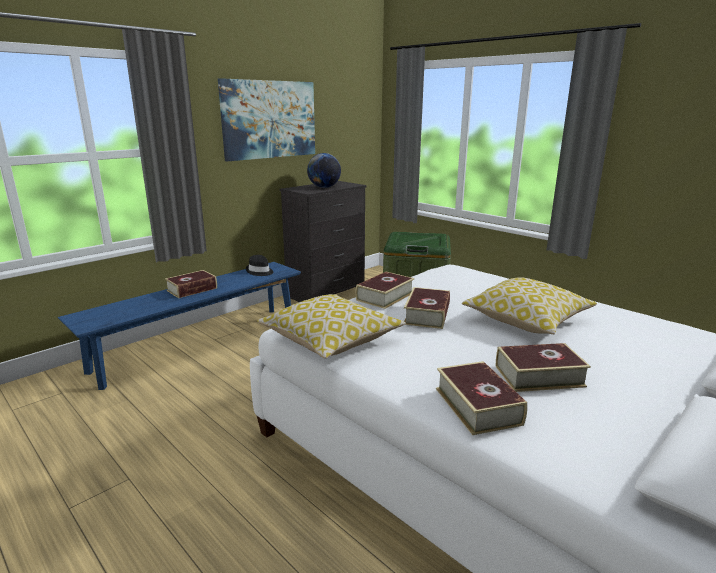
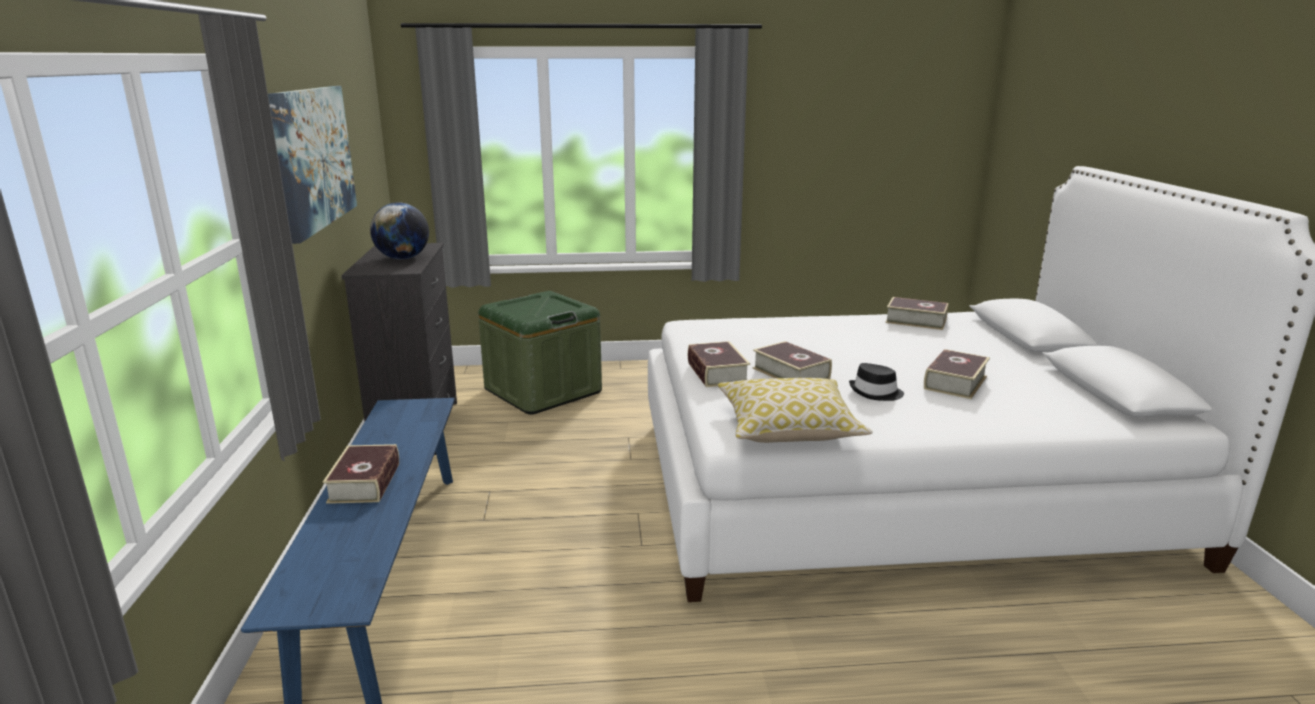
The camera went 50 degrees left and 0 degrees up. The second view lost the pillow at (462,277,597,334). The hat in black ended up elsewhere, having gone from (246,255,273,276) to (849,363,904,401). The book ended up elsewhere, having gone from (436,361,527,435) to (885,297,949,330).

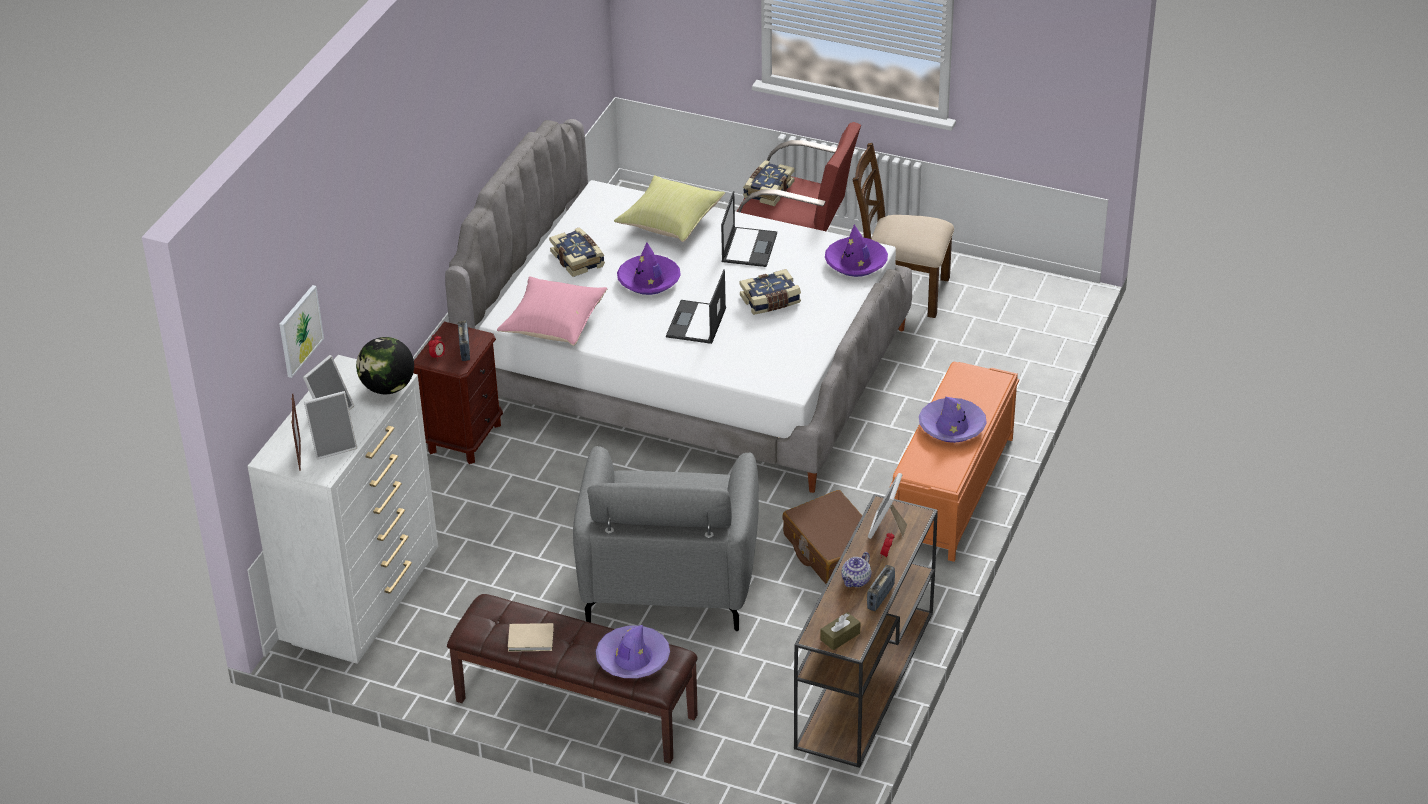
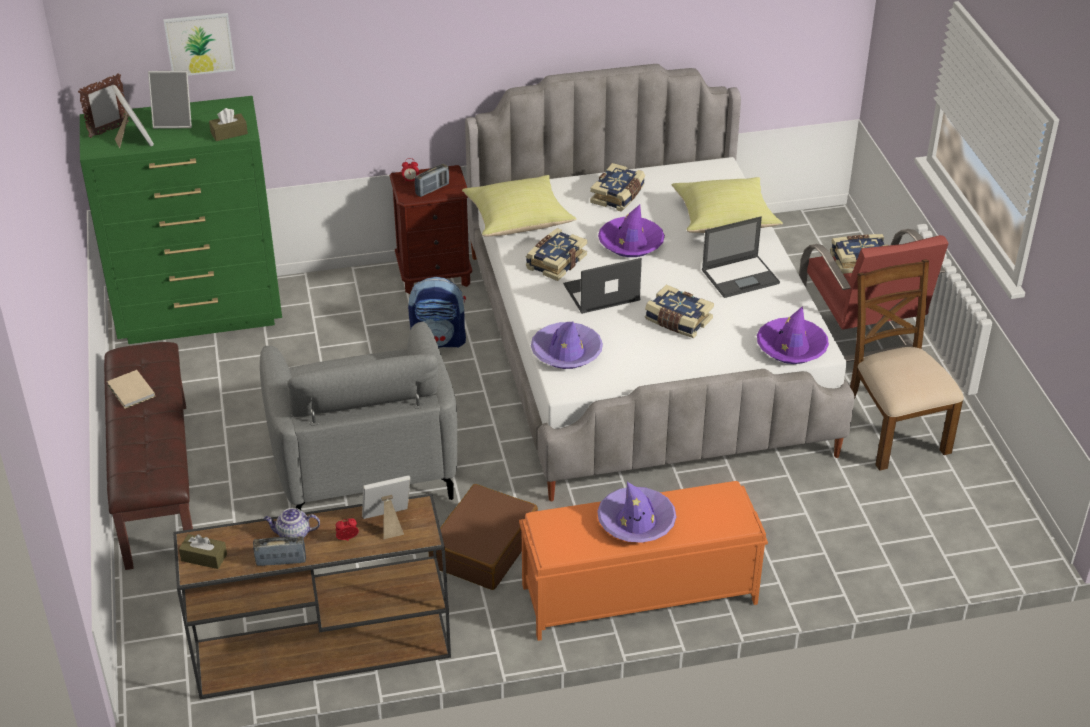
The camera went 55 degrees right and 0 degrees up. The second view gained the backpack at (408,277,466,348). The second view gained the book at (525,228,587,281). The hat in purple ended up elsewhere, having gone from (595,625,670,678) to (531,322,603,369). Where the globe stood at (356,337,414,394), the tissue box in brown came to stand at (209,108,248,141). What was the dresser in white at (248,355,438,664) turned into the dresser in green at (80,96,282,344). What was the pillow in pink at (497,276,607,346) turned into the pillow in yellow at (462,175,577,237). The picture frame at (304,391,357,460) ended up facing another way, 150 degrees counterclockwise from before. The armchair in grey at (573,446,759,631) ended up facing another way, 75 degrees counterclockwise from before.

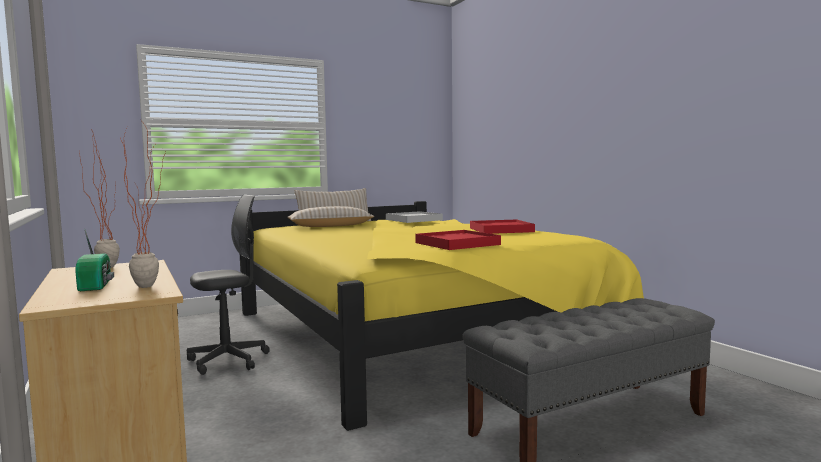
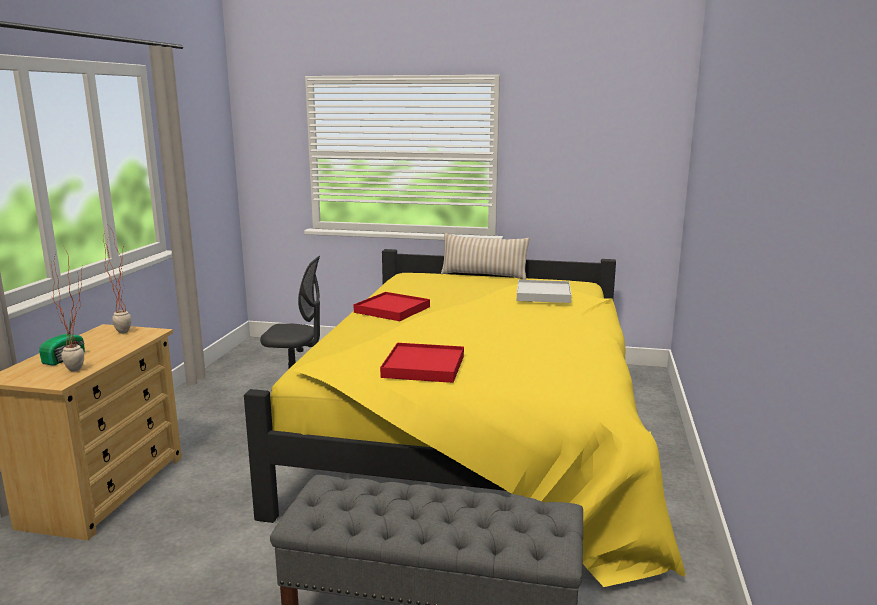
The camera went 40 degrees right and 10 degrees up. The second view lost the pillow in beige at (288,206,374,227). The tray in red ended up elsewhere, having gone from (470,219,535,234) to (353,292,430,321).

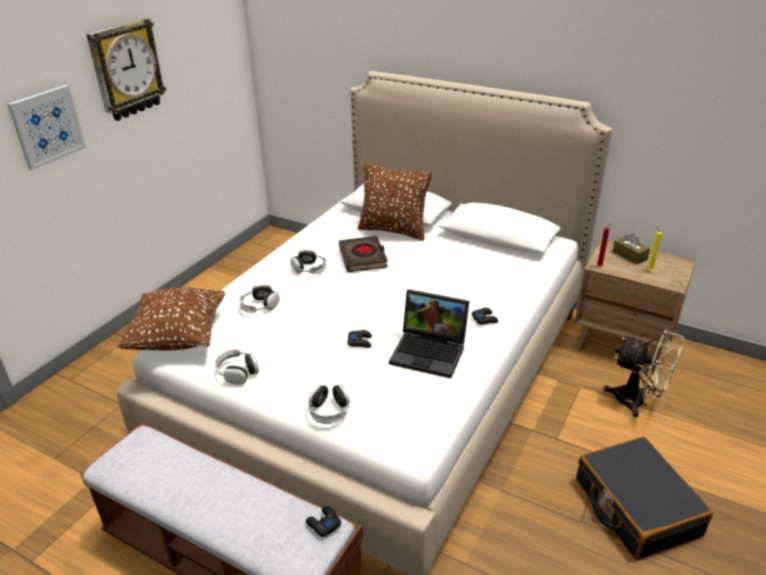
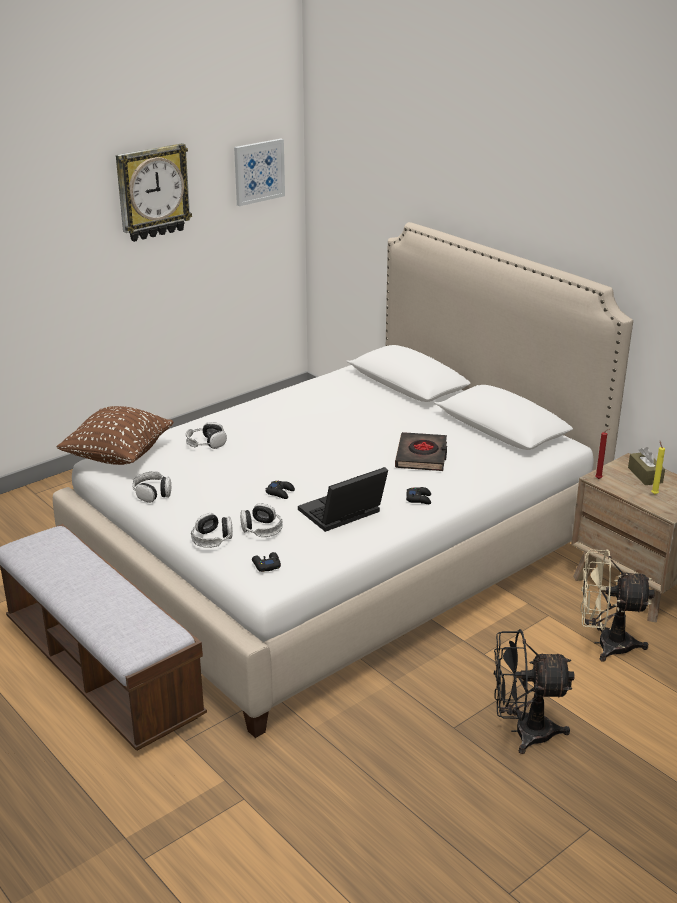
The camera went 20 degrees right and 5 degrees down. The second view lost the pillow in brown at (358,163,432,241). The picture ended up elsewhere, having gone from (7,85,86,170) to (234,139,285,206). The headphones ended up elsewhere, having gone from (290,249,326,274) to (240,503,282,537). The game controller in black ended up elsewhere, having gone from (306,506,341,537) to (252,552,281,572). The book in black ended up elsewhere, having gone from (339,236,388,272) to (395,432,447,471). Where the suitcase in black stood at (577,437,713,560), the fan in black came to stand at (494,629,575,754). The laptop at (389,289,469,378) ended up facing another way, 105 degrees clockwise from before. The fan in beige at (604,330,684,418) ended up facing another way, 135 degrees clockwise from before.

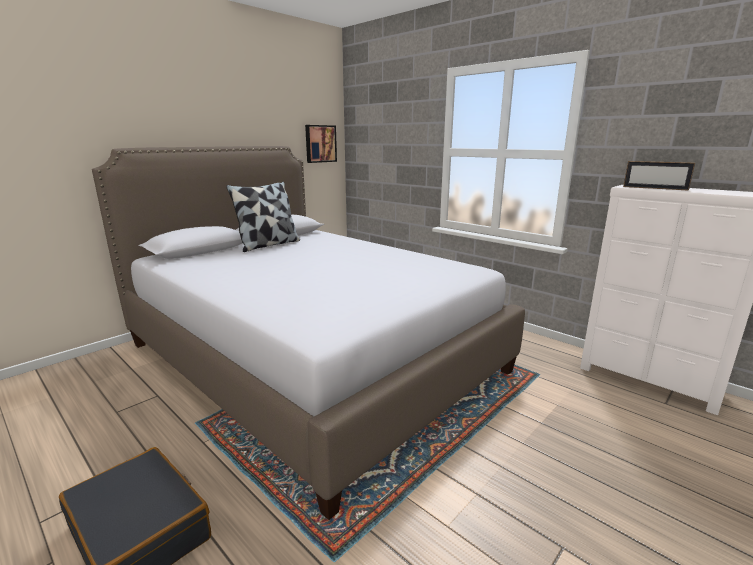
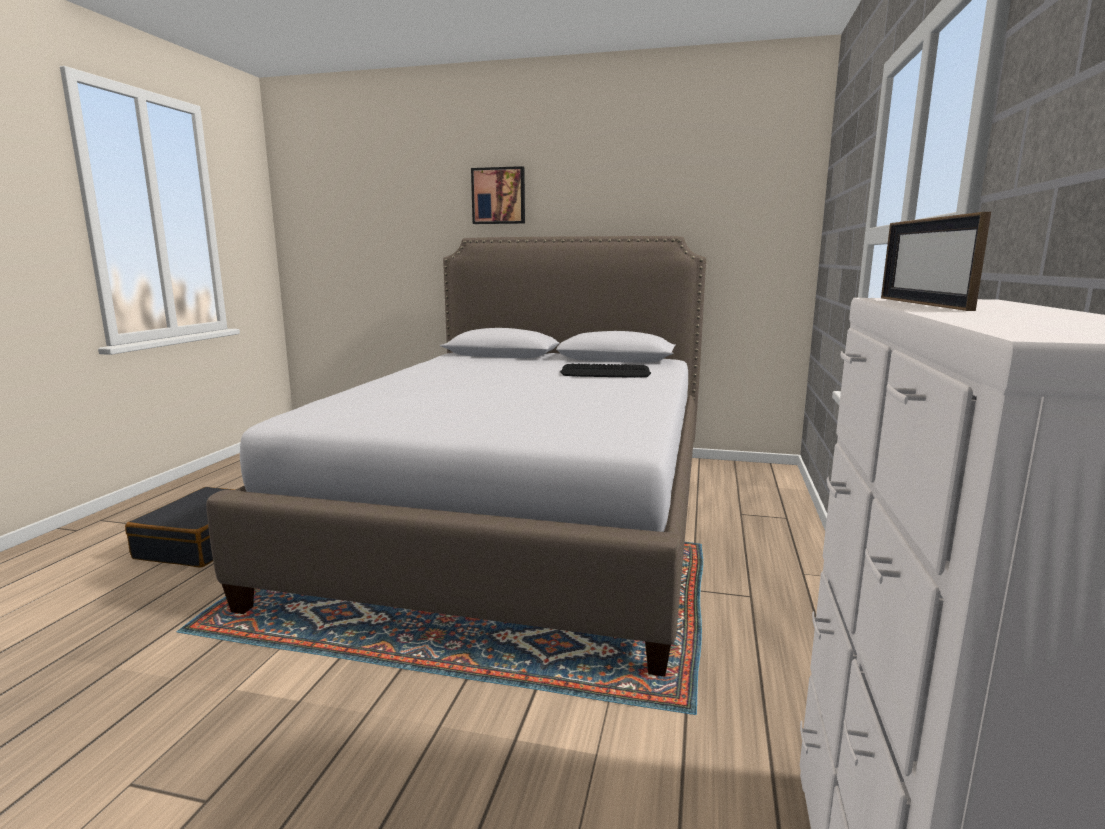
The camera went 60 degrees right and 5 degrees down. The second view lost the pillow at (226,181,300,252). The second view gained the keyboard at (560,364,651,378). The picture ended up elsewhere, having gone from (305,125,337,163) to (471,166,525,224).

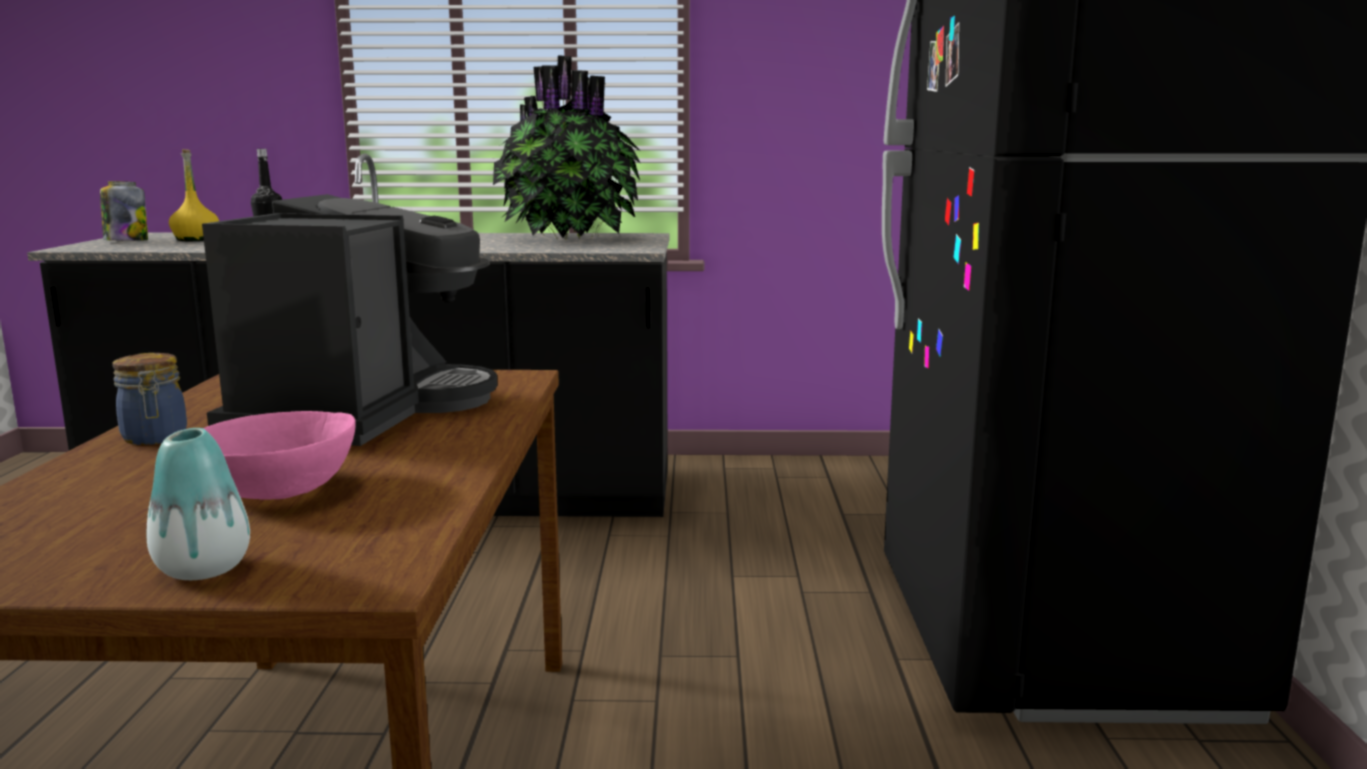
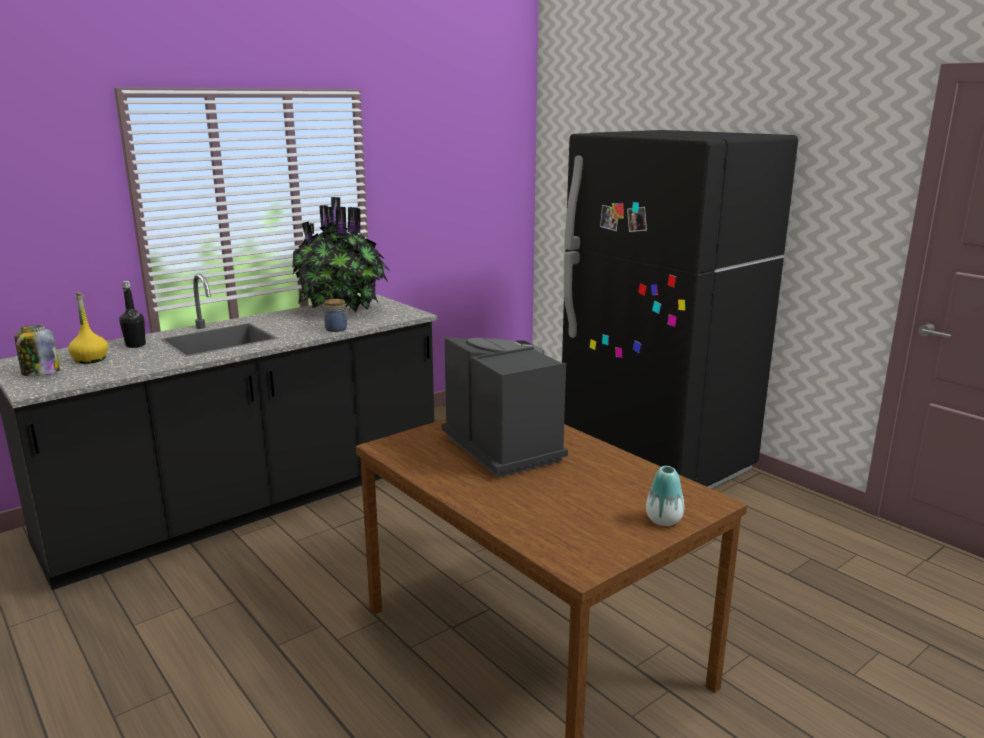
The camera went 40 degrees left and 5 degrees up. The second view lost the bowl in pink at (203,411,356,500). The jar ended up elsewhere, having gone from (112,353,187,445) to (324,299,348,332).

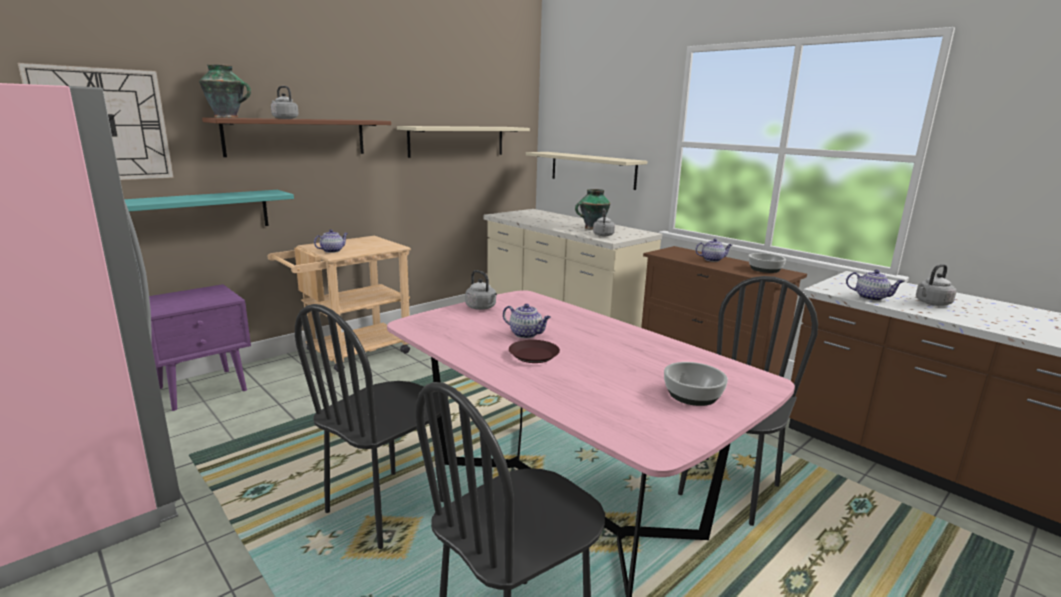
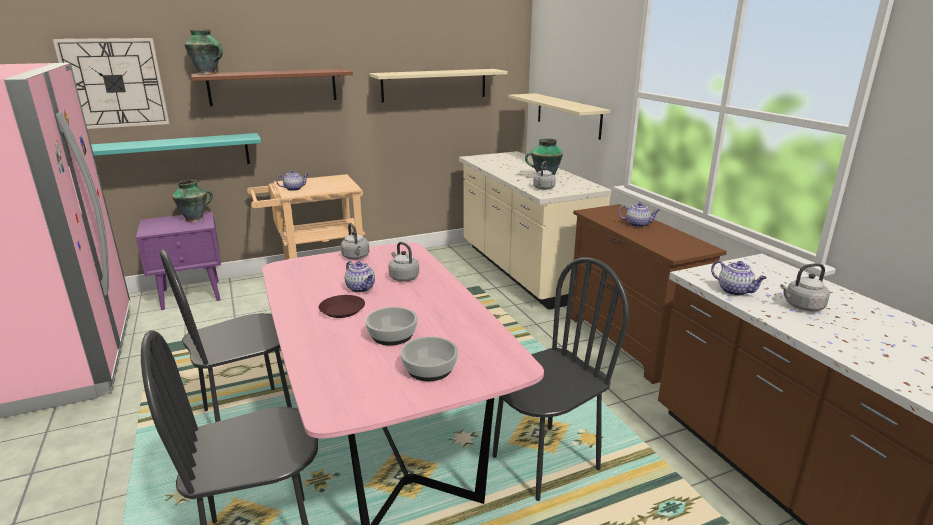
The camera went 20 degrees right and 5 degrees up. The second view gained the vase at (172,180,213,222). The kettle in grey ended up elsewhere, having gone from (271,86,299,119) to (389,242,419,282). The bowl ended up elsewhere, having gone from (748,253,786,273) to (365,307,418,346).

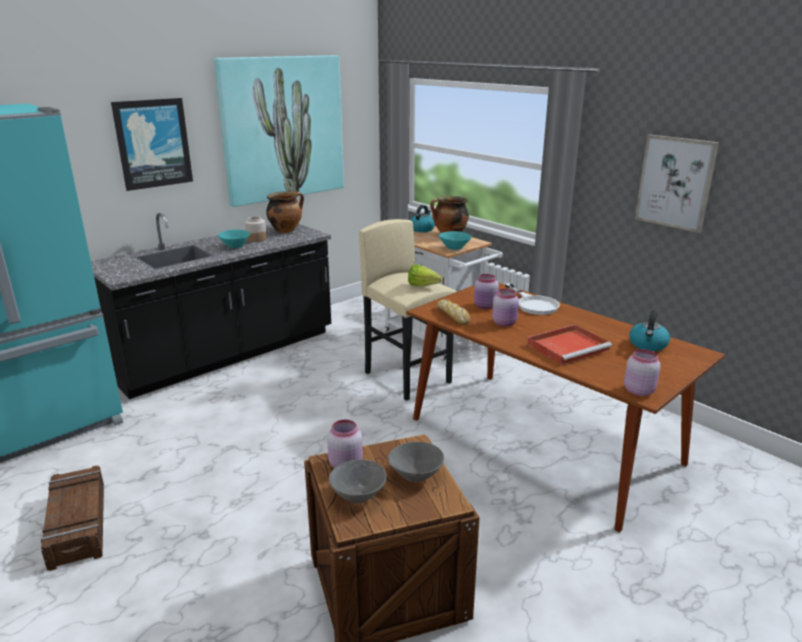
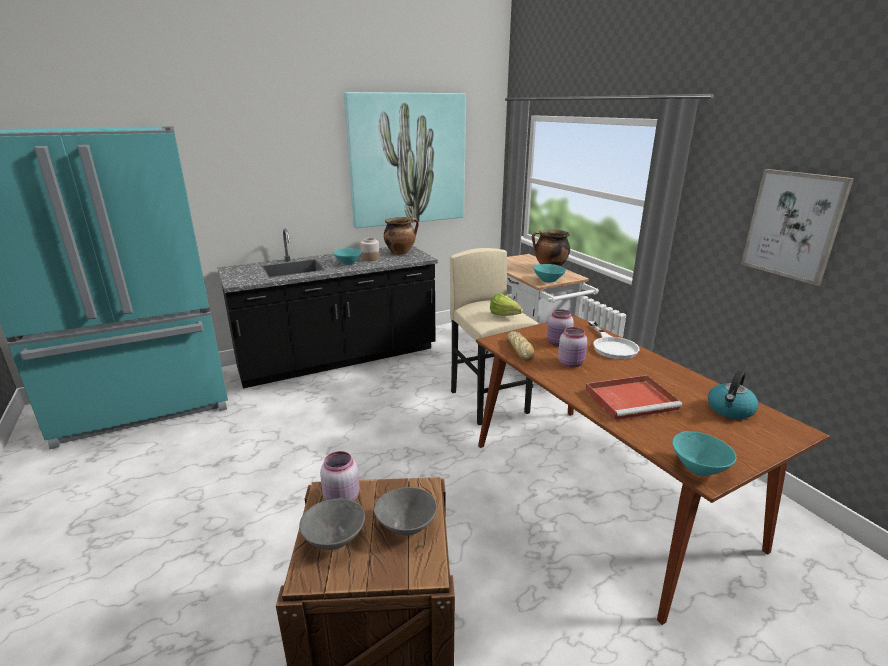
The camera went 15 degrees right and 0 degrees up. The second view lost the crate at (41,465,104,571). The second view lost the picture at (111,98,193,191). The second view lost the kettle at (410,205,435,232). Where the jar in pink stood at (624,349,661,396), the bowl in turquoise came to stand at (672,431,736,476).

